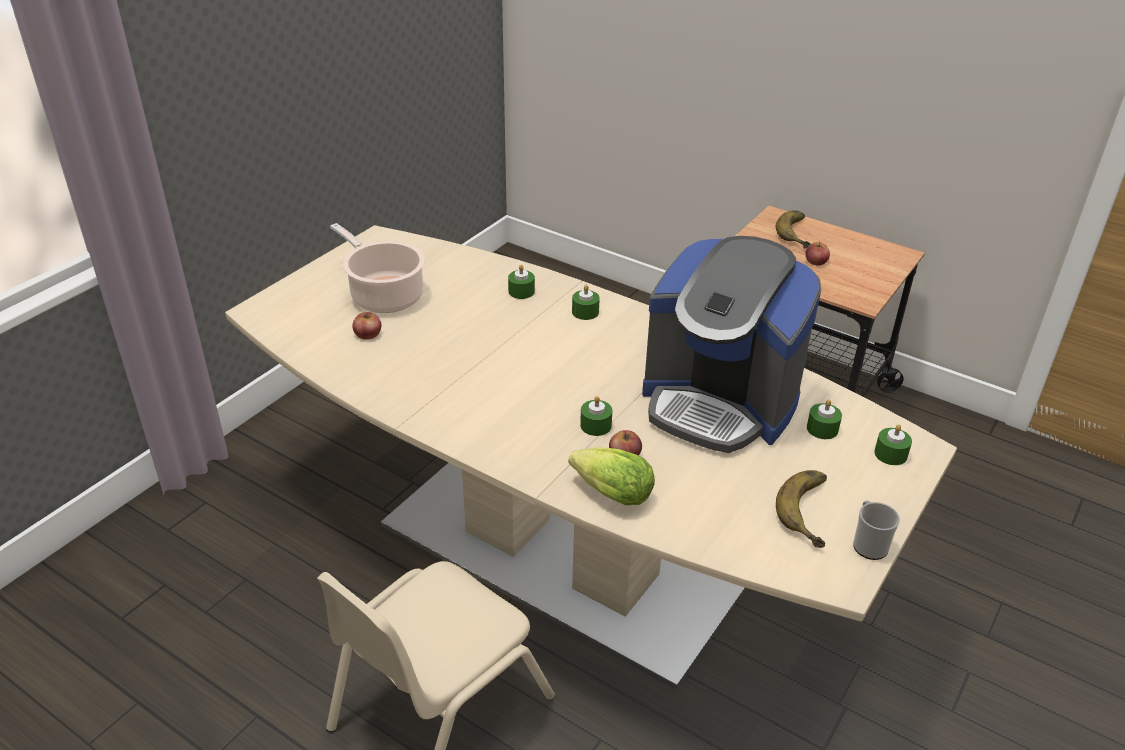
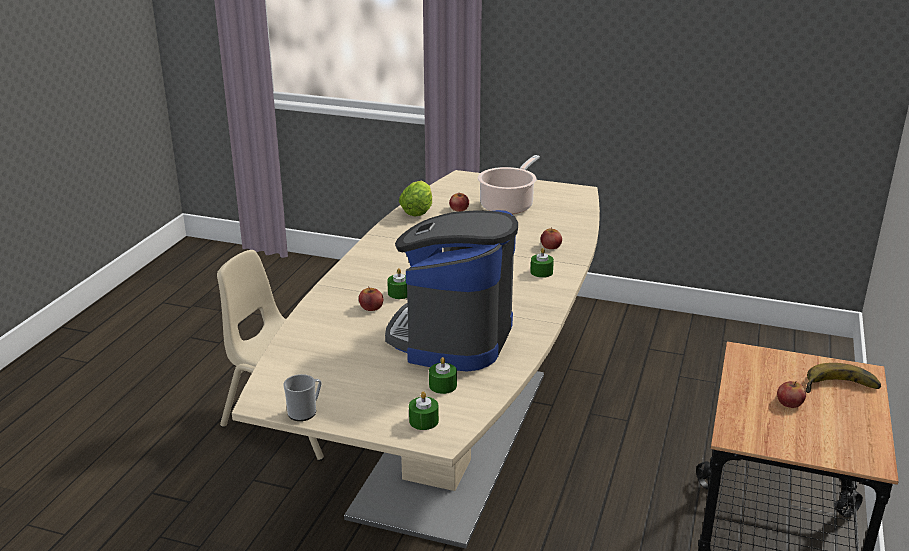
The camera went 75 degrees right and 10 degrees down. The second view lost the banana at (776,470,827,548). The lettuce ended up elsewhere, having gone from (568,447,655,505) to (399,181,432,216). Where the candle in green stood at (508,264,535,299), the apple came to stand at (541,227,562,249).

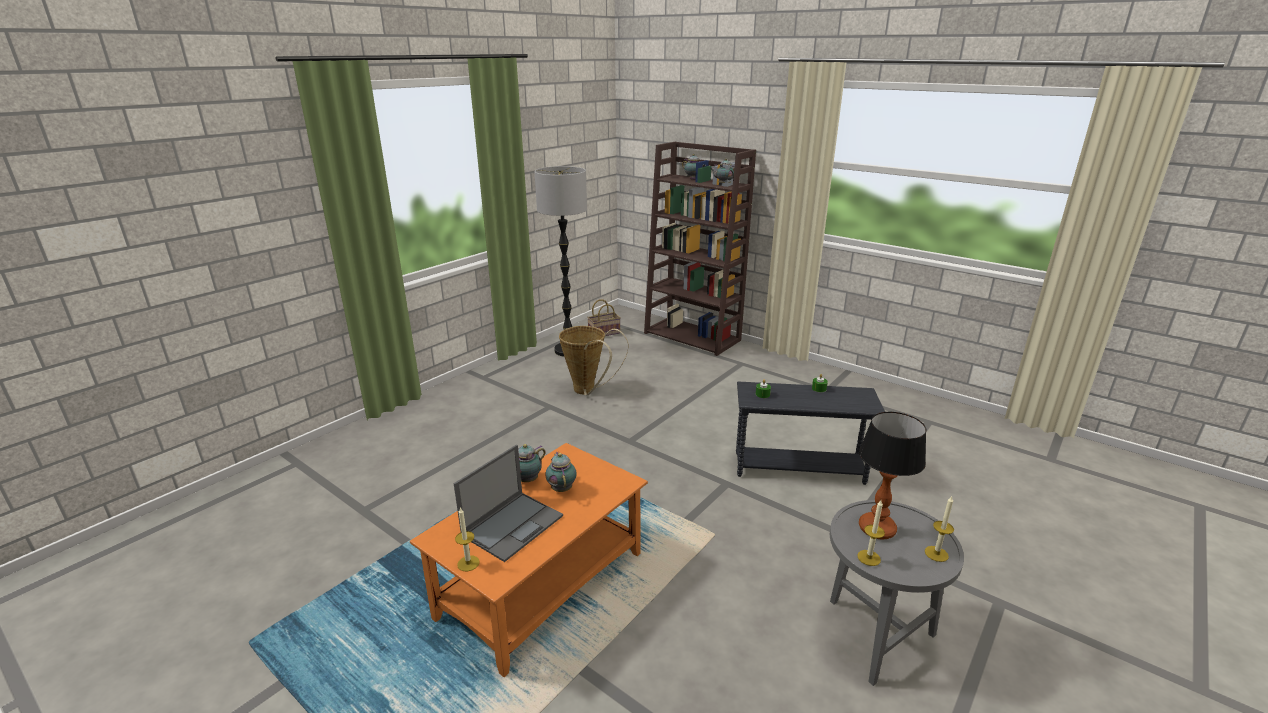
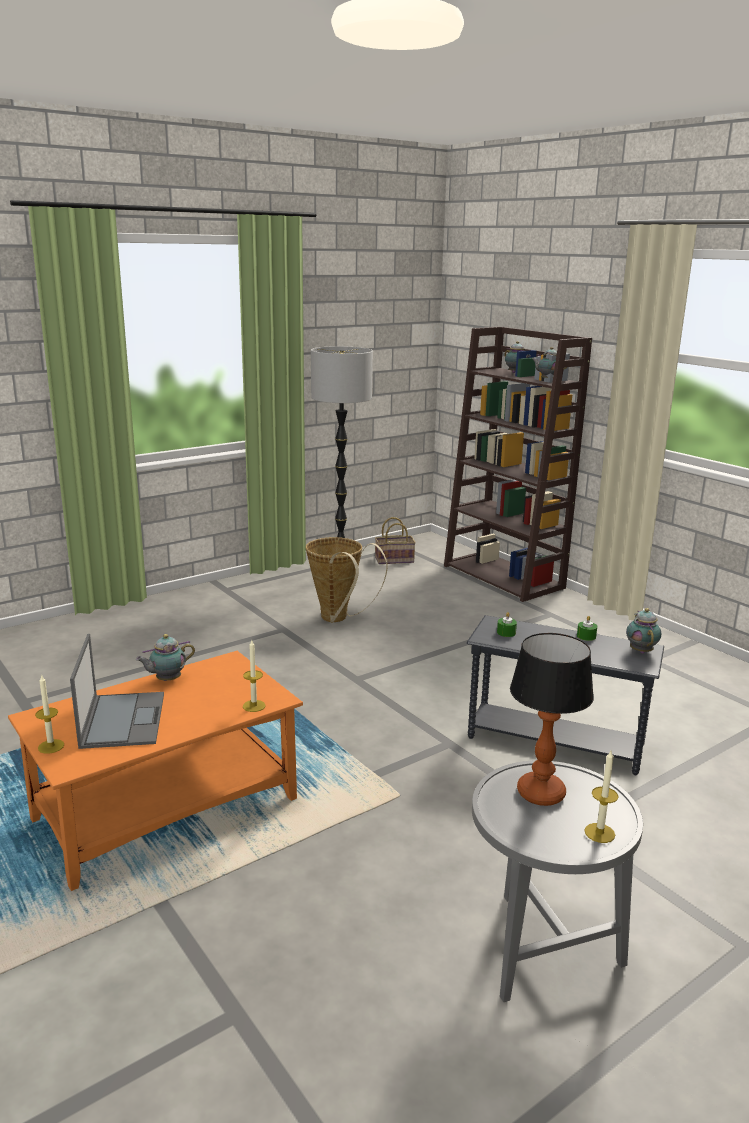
The camera went 15 degrees right and 5 degrees down. The teapot ended up elsewhere, having gone from (545,452,577,492) to (626,608,661,654). The candle ended up elsewhere, having gone from (857,500,885,566) to (243,640,266,712). The laptop at (454,445,563,562) ended up facing another way, 60 degrees counterclockwise from before.

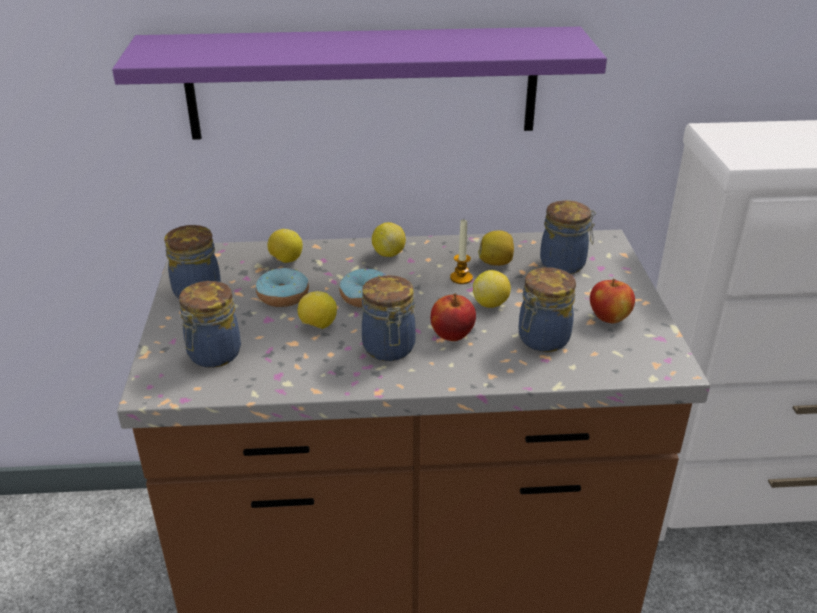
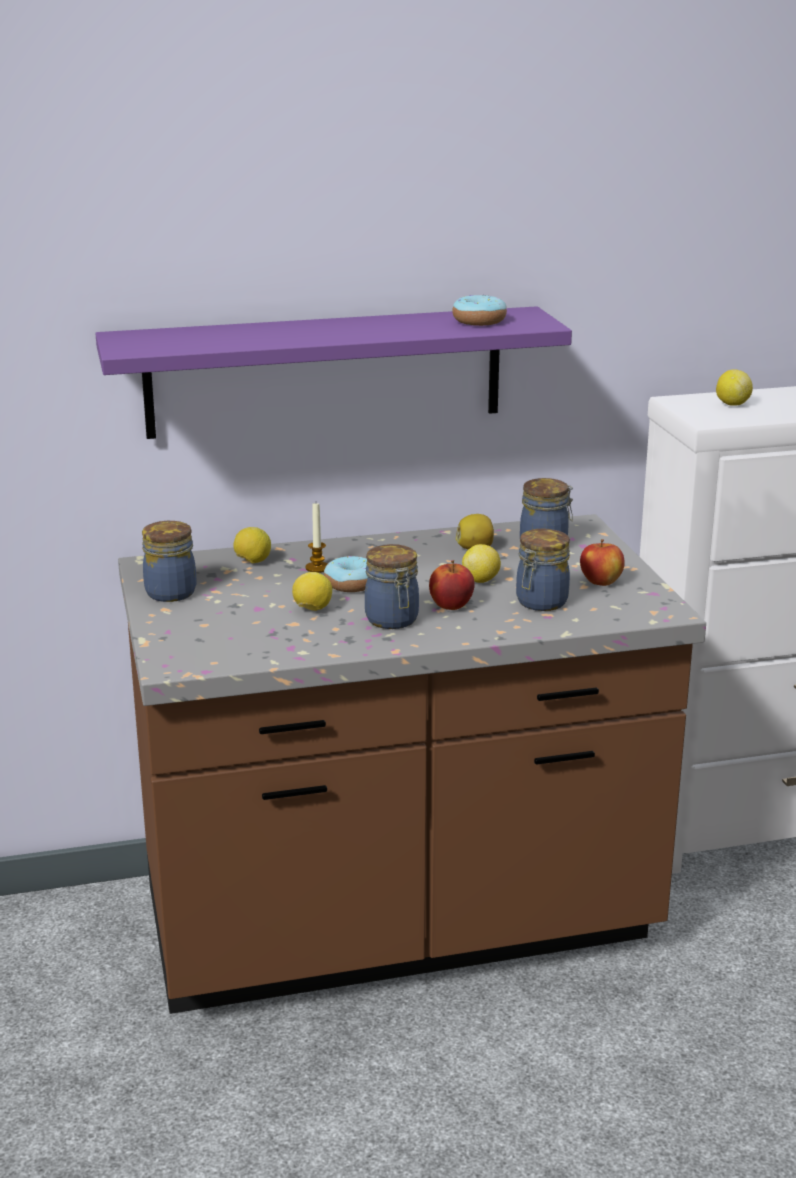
The camera went 10 degrees left and 10 degrees down. The second view lost the jar at (179,281,241,368). The donut ended up elsewhere, having gone from (256,268,309,307) to (452,295,507,326). The lemon ended up elsewhere, having gone from (372,222,406,257) to (716,369,753,406). The candle ended up elsewhere, having gone from (450,220,473,284) to (305,503,327,573).

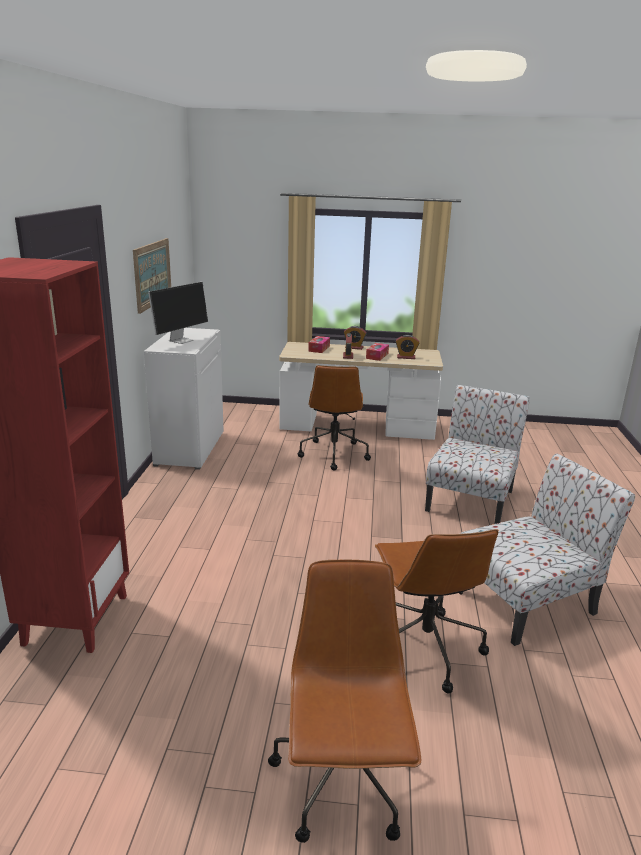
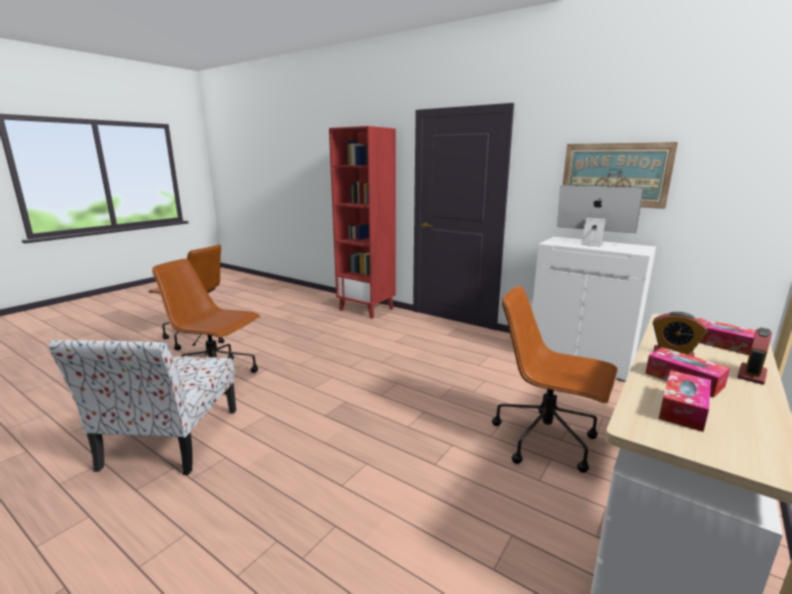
The camera went 120 degrees right and 5 degrees down. The second view lost the chair at (425,385,530,524). Where the alarm clock stood at (396,335,419,359), the tissue box came to stand at (659,370,711,432). The monitor at (148,282,208,344) ended up facing another way, 150 degrees clockwise from before.

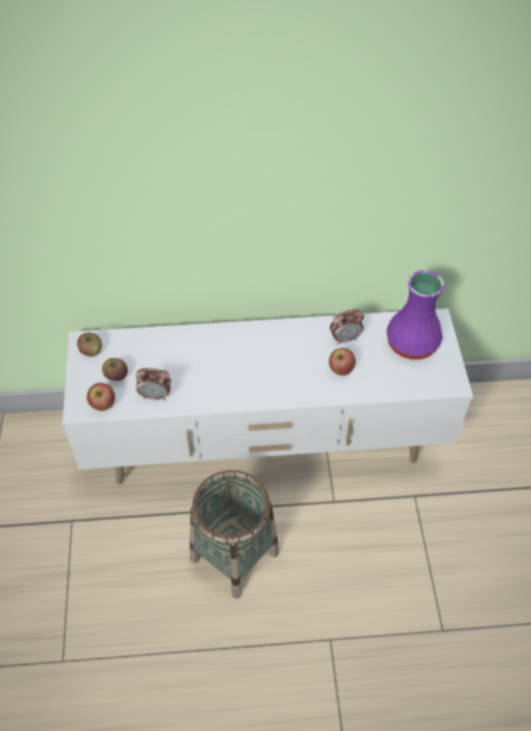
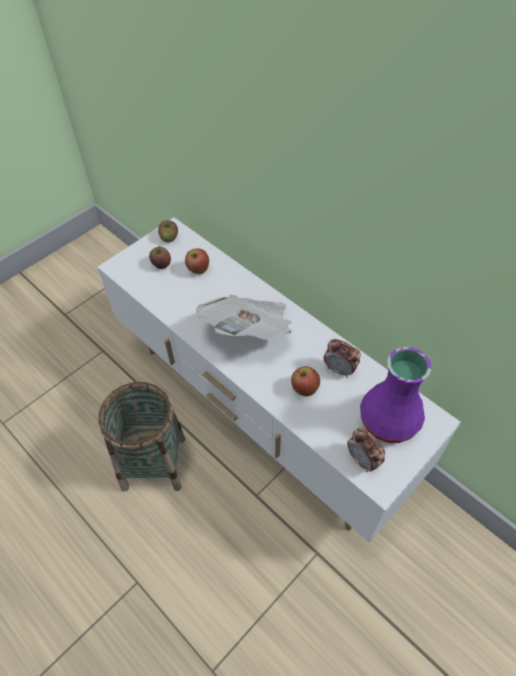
The camera went 50 degrees right and 0 degrees up. The second view gained the newspaper at (196,295,292,340). The apple ended up elsewhere, having gone from (87,383,115,411) to (185,248,209,274). The alarm clock ended up elsewhere, having gone from (136,368,171,400) to (347,428,385,472).

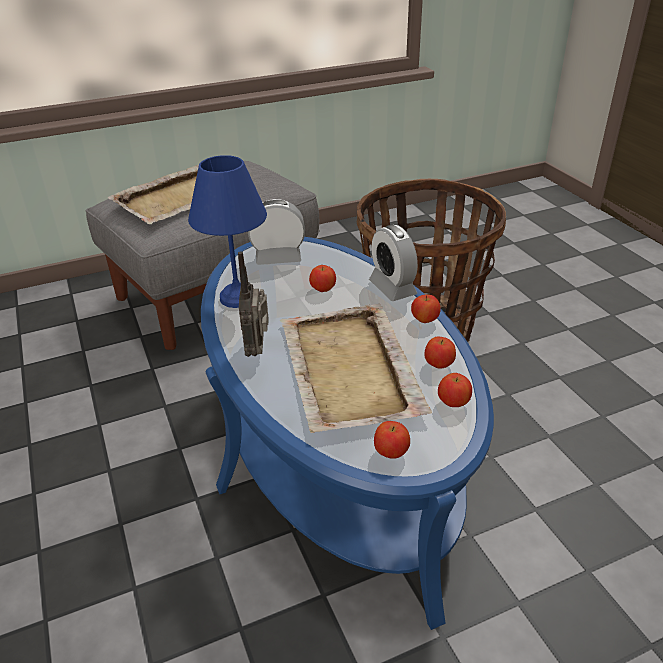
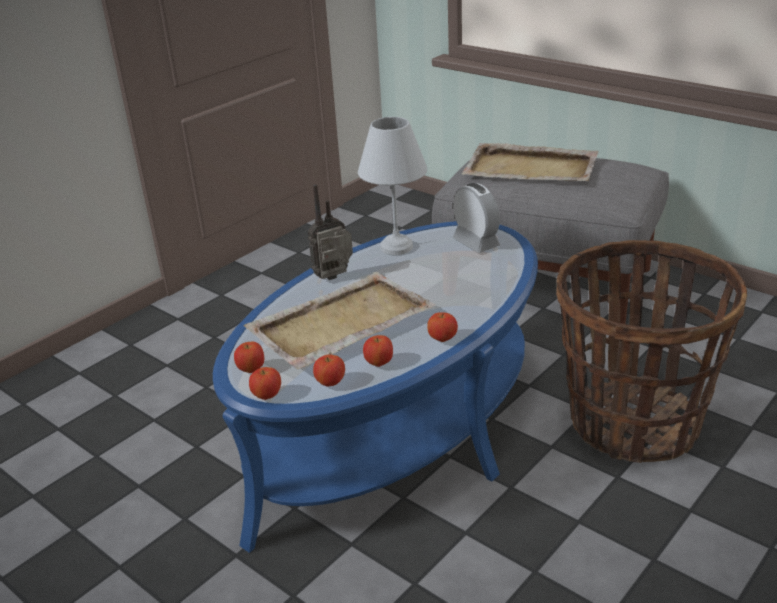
The camera went 65 degrees right and 5 degrees down. The second view lost the alarm clock at (369,225,418,301). The apple ended up elsewhere, having gone from (309,265,336,292) to (249,367,281,400). What was the table lamp in blue at (188,155,267,308) turned into the table lamp in white at (358,117,427,255).

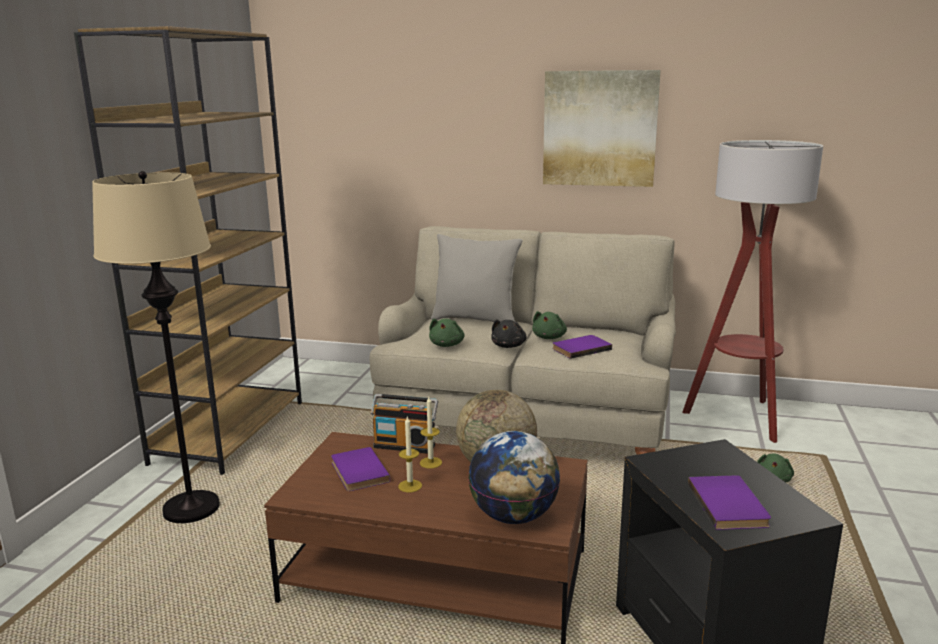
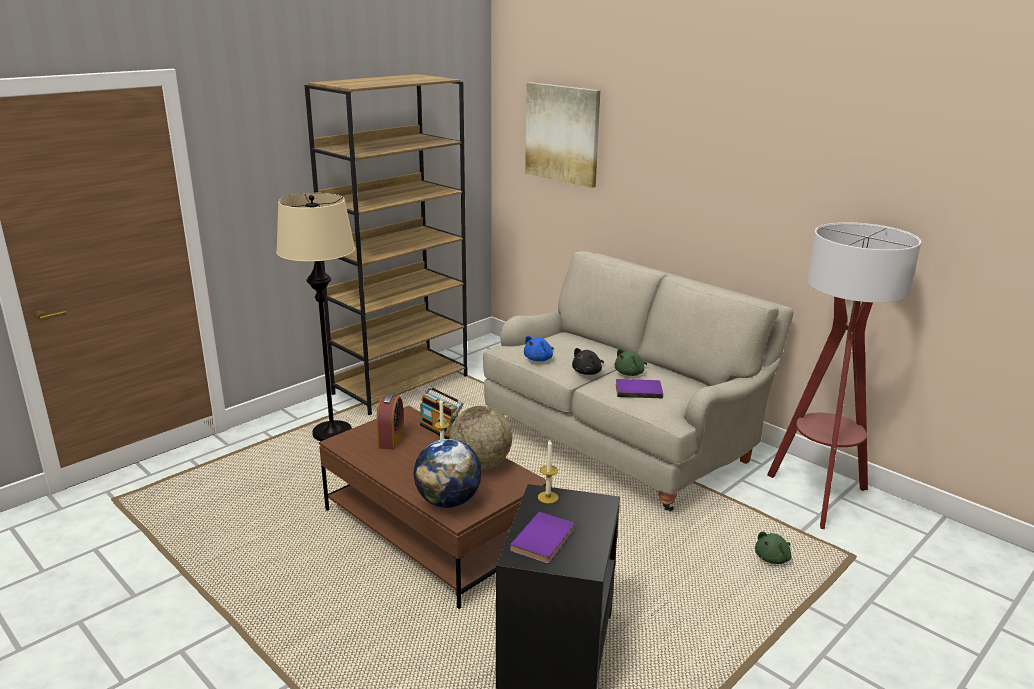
The camera went 30 degrees right and 5 degrees up. The second view lost the pillow in grey at (431,234,522,322). The candle ended up elsewhere, having gone from (398,416,422,492) to (538,439,559,504). The picture ended up elsewhere, having gone from (543,70,661,187) to (525,82,600,188). Where the book in purple stood at (331,447,390,491), the alarm clock came to stand at (377,393,404,450). What was the plush toy in green at (429,318,465,347) turned into the plush toy in blue at (524,336,554,361).

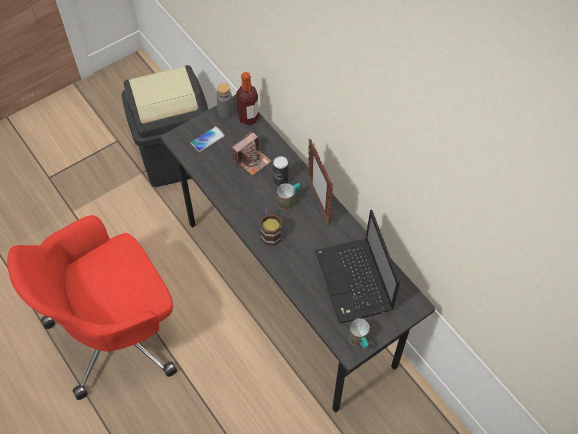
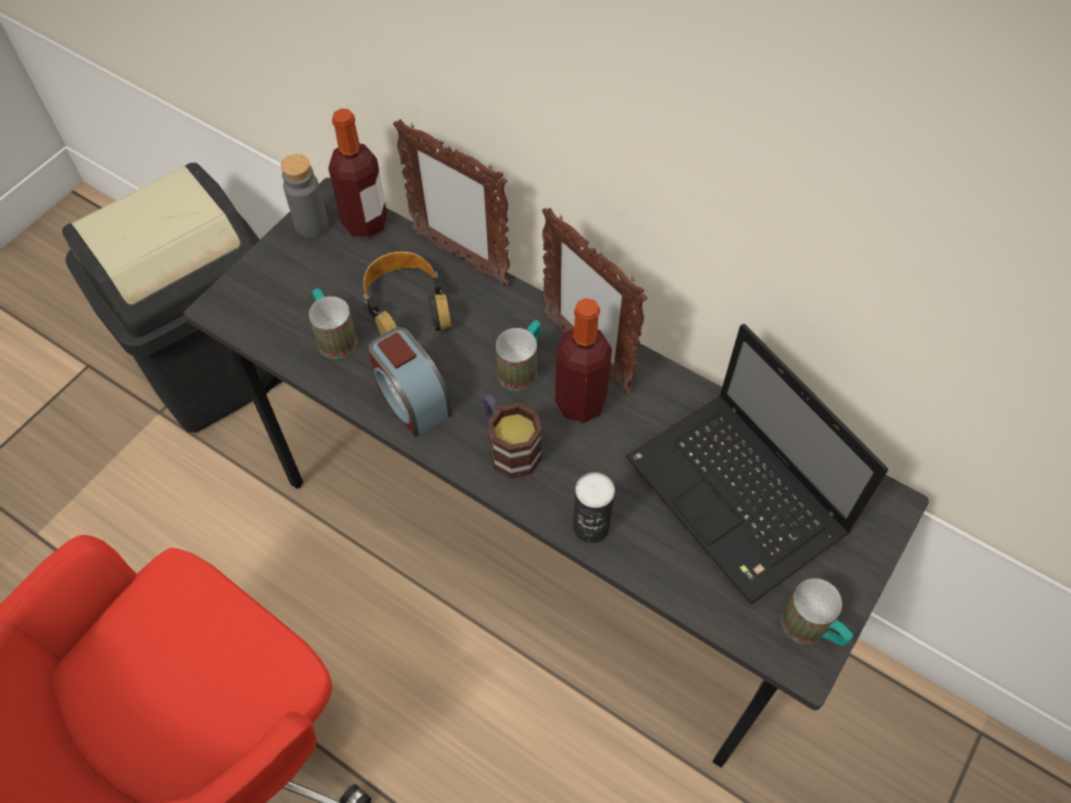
The camera went 20 degrees left and 0 degrees up. The second view lost the phone at (191,126,225,152). The second view gained the mug at (309,288,357,359). The second view gained the alarm clock at (368,327,452,437). The second view gained the picture frame at (393,119,510,285). The second view gained the bottle at (555,298,612,422). The can ended up elsewhere, having gone from (273,156,288,187) to (573,472,615,544). Where the photo camera stood at (231,131,271,176), the headphones came to stand at (363,252,451,335).

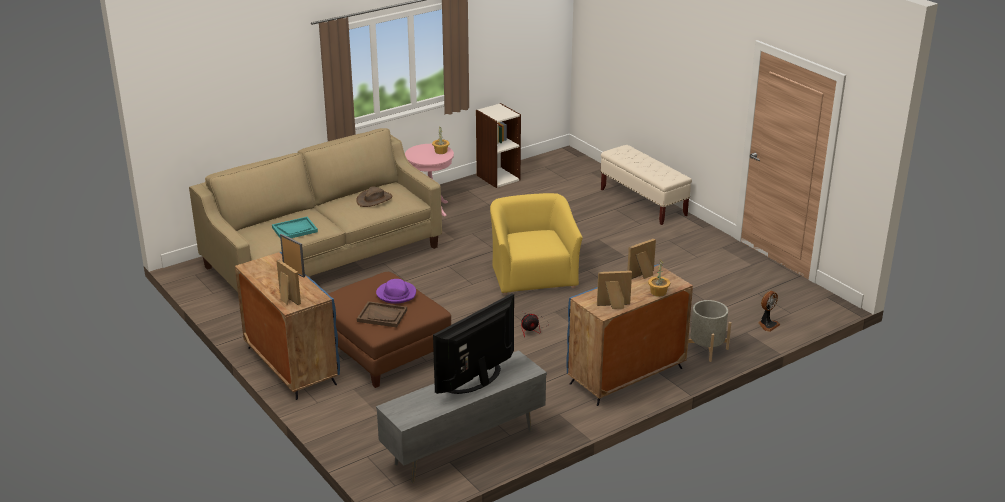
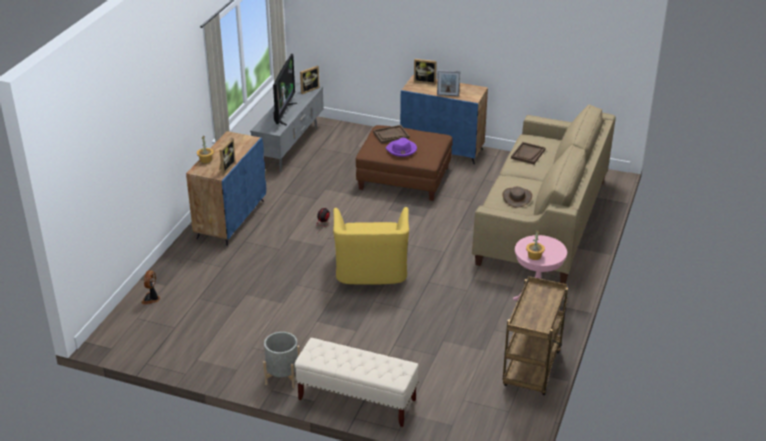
The camera went 145 degrees right and 5 degrees up. The picture frame ended up elsewhere, having gone from (597,271,632,309) to (300,66,320,94). The planter in grey ended up elsewhere, having gone from (687,300,731,362) to (263,332,300,388). Where the bookcase stood at (476,103,521,188), the cart in brown came to stand at (503,276,568,395). What was the tray in turquoise at (272,217,318,238) turned into the tray in brown at (511,142,546,164). The armchair in yellow at (490,193,582,295) ended up facing another way, 45 degrees clockwise from before.

